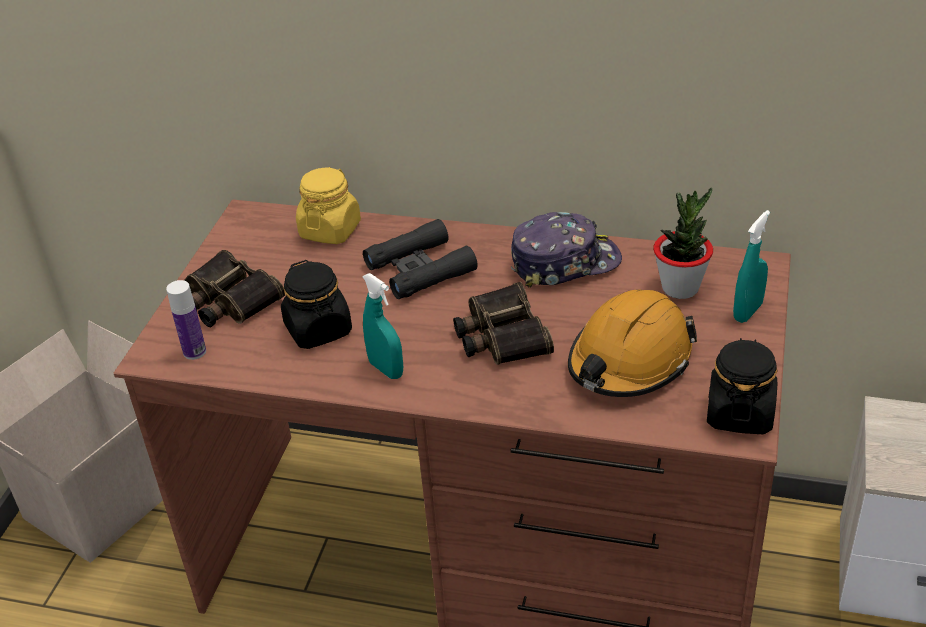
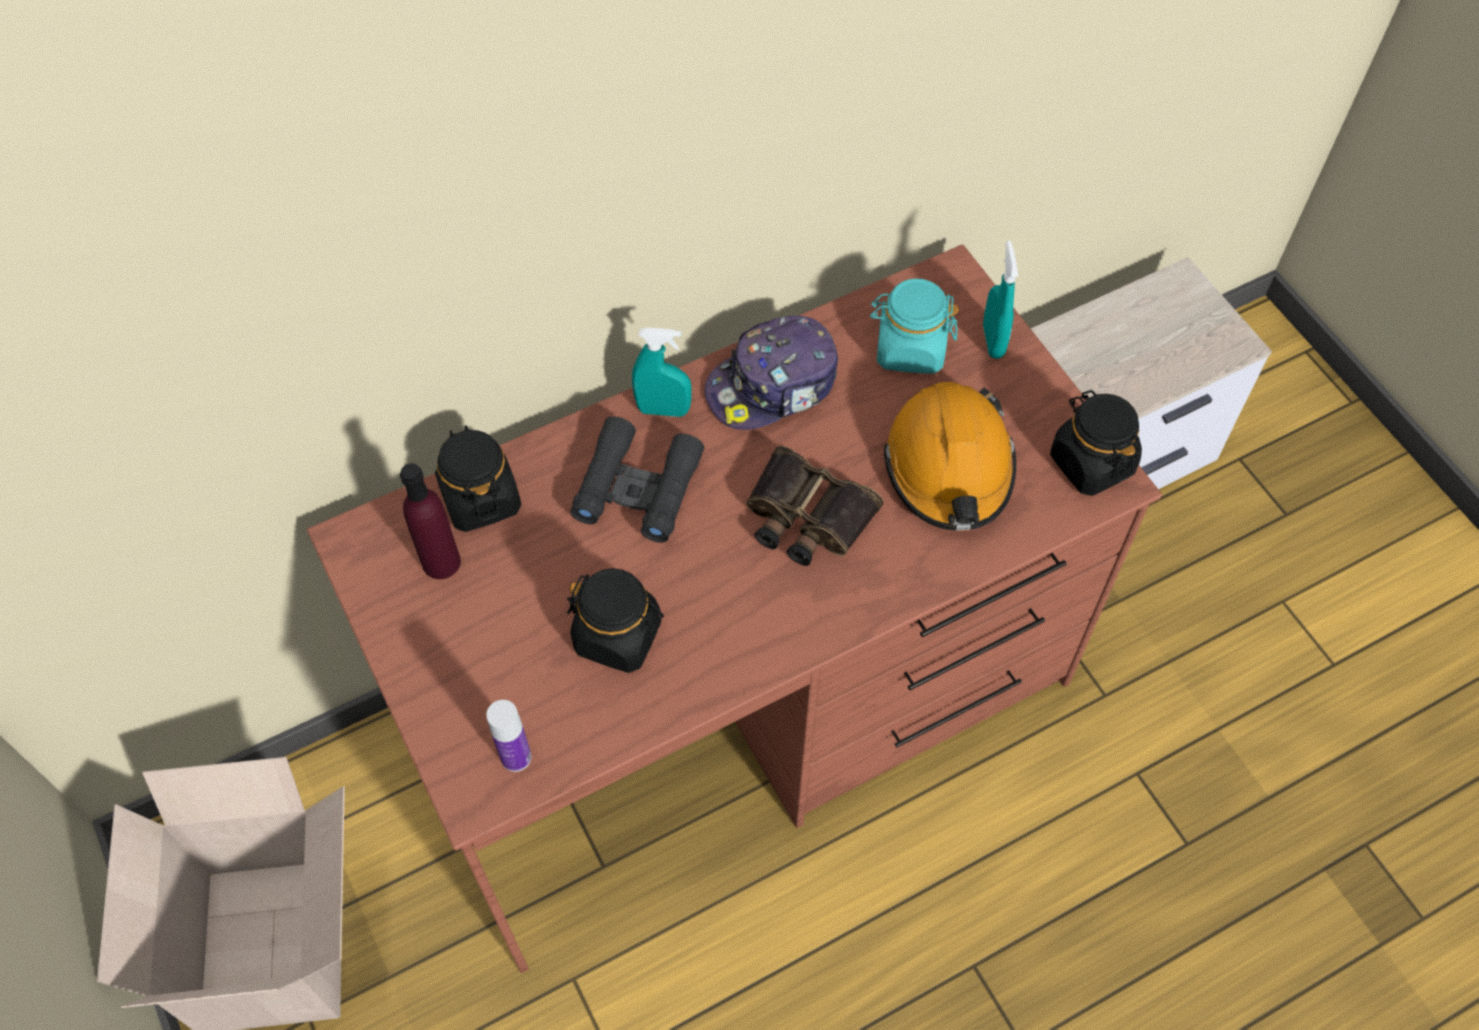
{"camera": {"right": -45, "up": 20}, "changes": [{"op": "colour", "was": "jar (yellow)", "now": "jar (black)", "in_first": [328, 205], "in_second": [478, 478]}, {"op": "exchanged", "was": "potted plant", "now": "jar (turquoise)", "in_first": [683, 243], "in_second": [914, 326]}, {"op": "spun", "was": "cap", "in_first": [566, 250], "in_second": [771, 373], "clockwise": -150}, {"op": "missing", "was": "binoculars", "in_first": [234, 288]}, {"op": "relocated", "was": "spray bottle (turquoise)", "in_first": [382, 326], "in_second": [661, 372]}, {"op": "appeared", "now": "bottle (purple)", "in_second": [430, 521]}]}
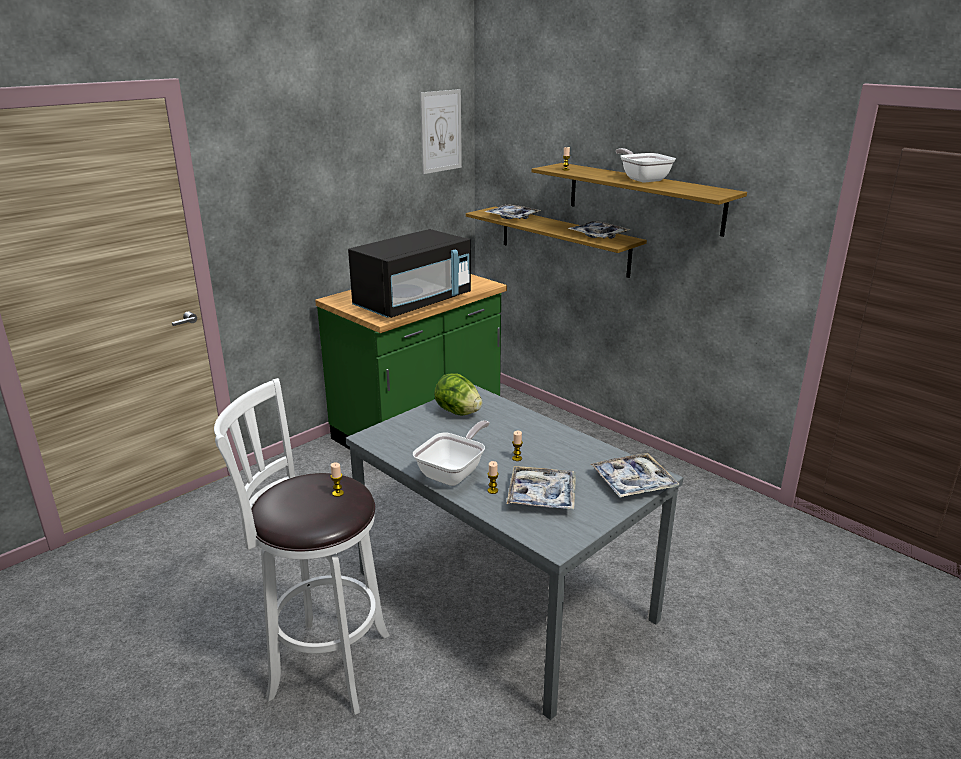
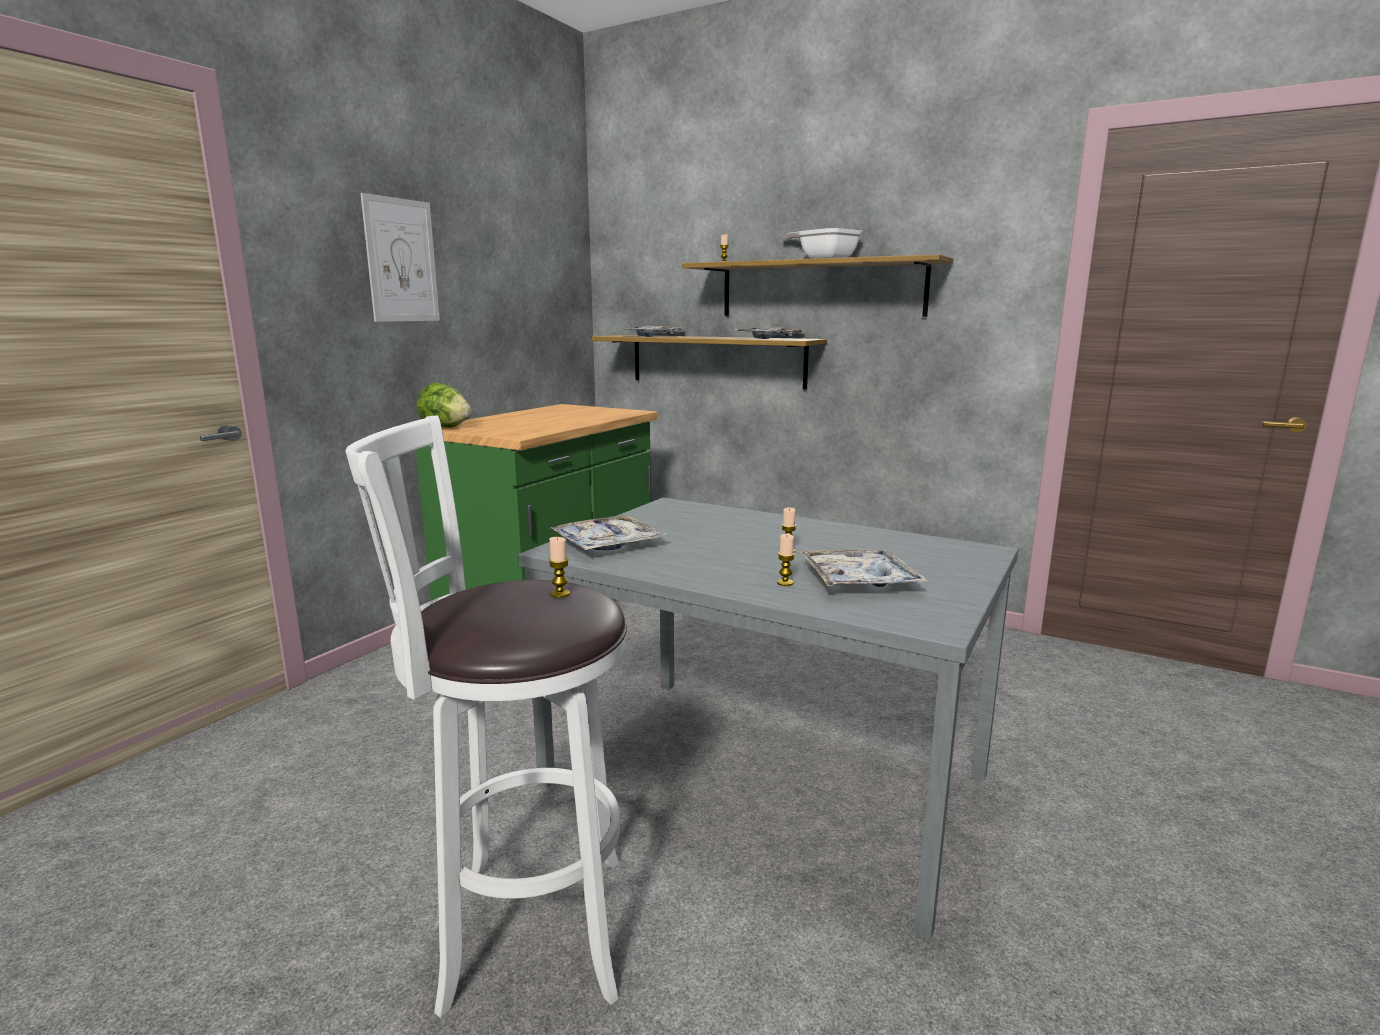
{"camera": {"right": -15, "up": -10}, "changes": [{"op": "relocated", "was": "picture", "in_first": [441, 131], "in_second": [400, 257]}, {"op": "missing", "was": "microwave (black)", "in_first": [409, 273]}, {"op": "relocated", "was": "lettuce", "in_first": [458, 394], "in_second": [444, 405]}, {"op": "missing", "was": "frying pan", "in_first": [451, 453]}, {"op": "relocated", "was": "tray", "in_first": [635, 475], "in_second": [608, 532]}]}
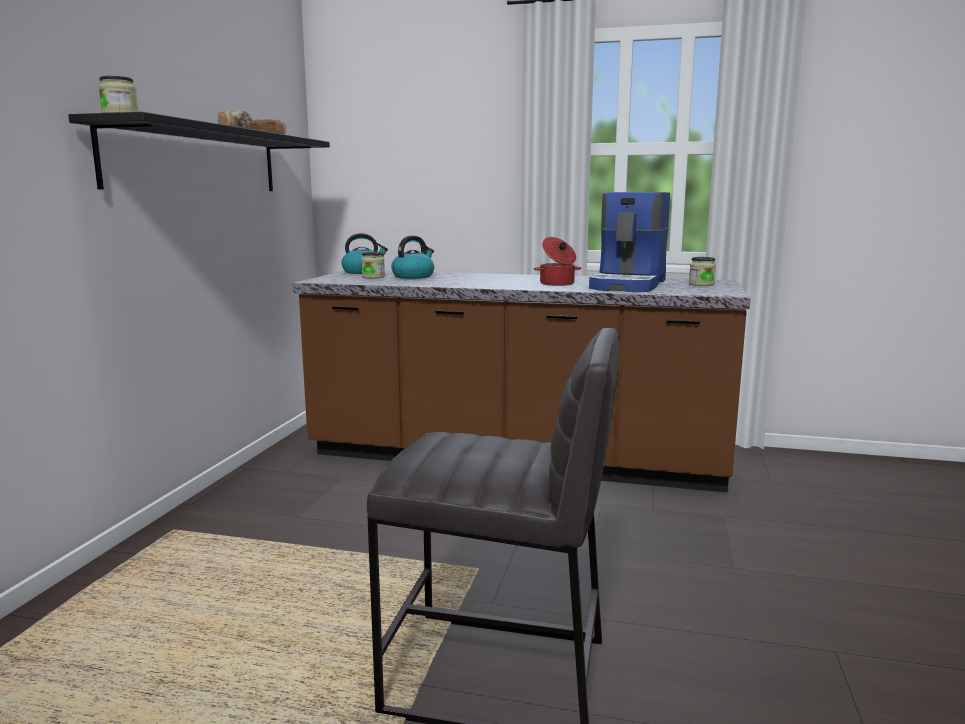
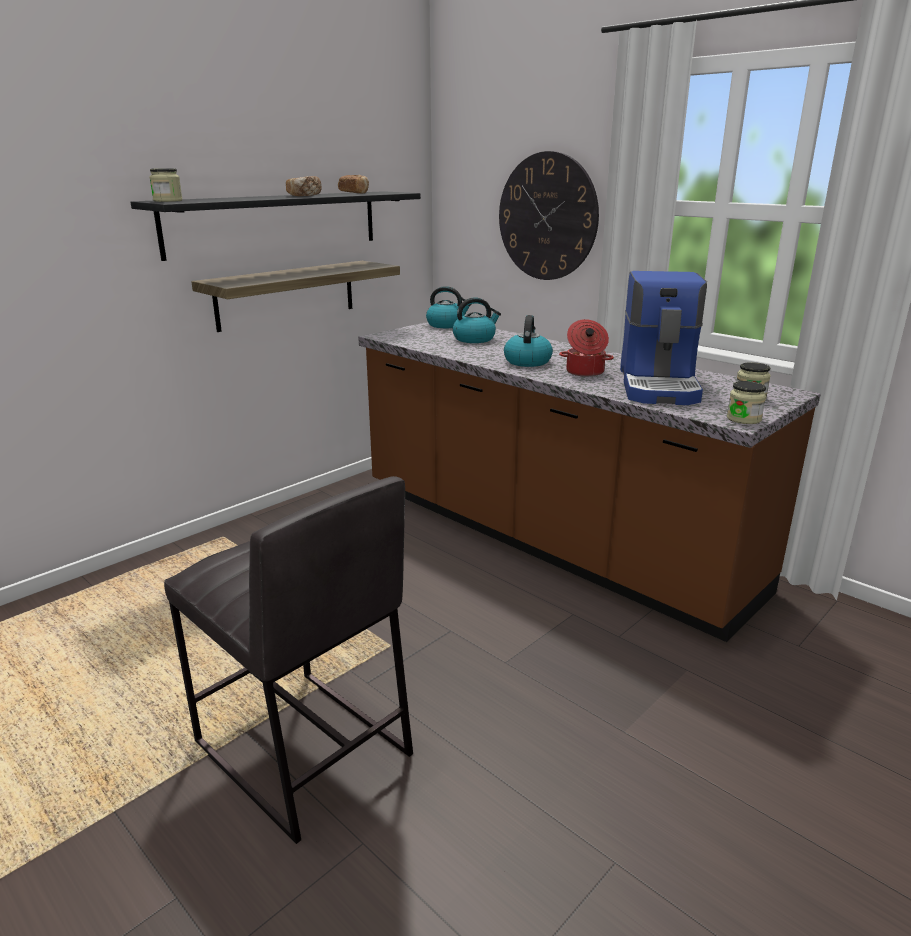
{"camera": {"right": 30, "up": 10}, "changes": [{"op": "spun", "was": "coffee machine", "in_first": [629, 242], "in_second": [663, 338], "clockwise": -45}, {"op": "relocated", "was": "jar", "in_first": [373, 265], "in_second": [746, 402]}, {"op": "appeared", "now": "wall clock", "in_second": [549, 215]}, {"op": "appeared", "now": "shelf", "in_second": [295, 296]}, {"op": "appeared", "now": "kettle", "in_second": [528, 341]}]}
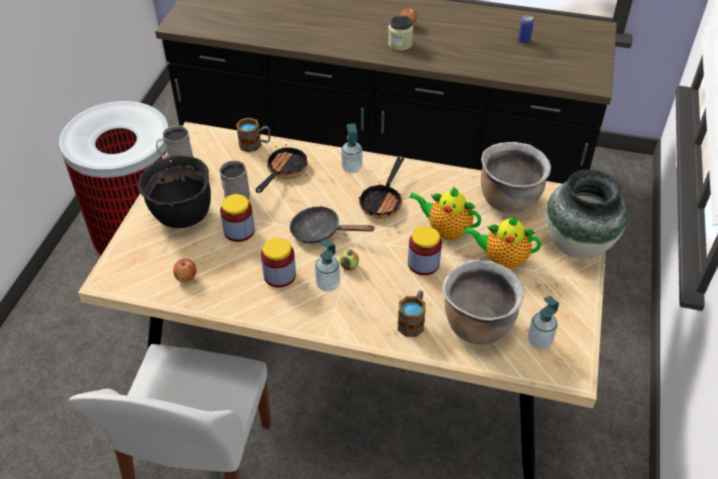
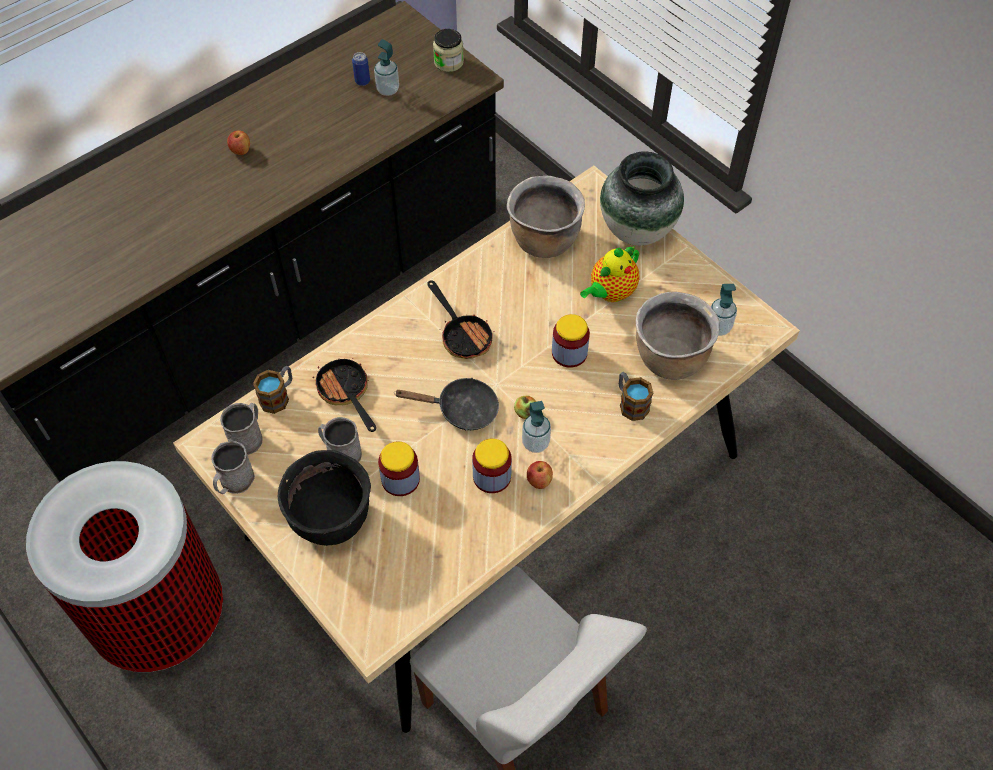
{"camera": {"right": -55, "up": 10}, "changes": [{"op": "relocated", "was": "jar", "in_first": [400, 33], "in_second": [448, 50]}, {"op": "relocated", "was": "soap dispenser", "in_first": [352, 148], "in_second": [386, 67]}, {"op": "missing", "was": "teapot", "in_first": [445, 213]}, {"op": "spun", "was": "frying pan (black)", "in_first": [332, 225], "in_second": [446, 404], "clockwise": -135}, {"op": "relocated", "was": "apple", "in_first": [185, 270], "in_second": [540, 475]}, {"op": "appeared", "now": "mug (grey)", "in_second": [241, 429]}]}
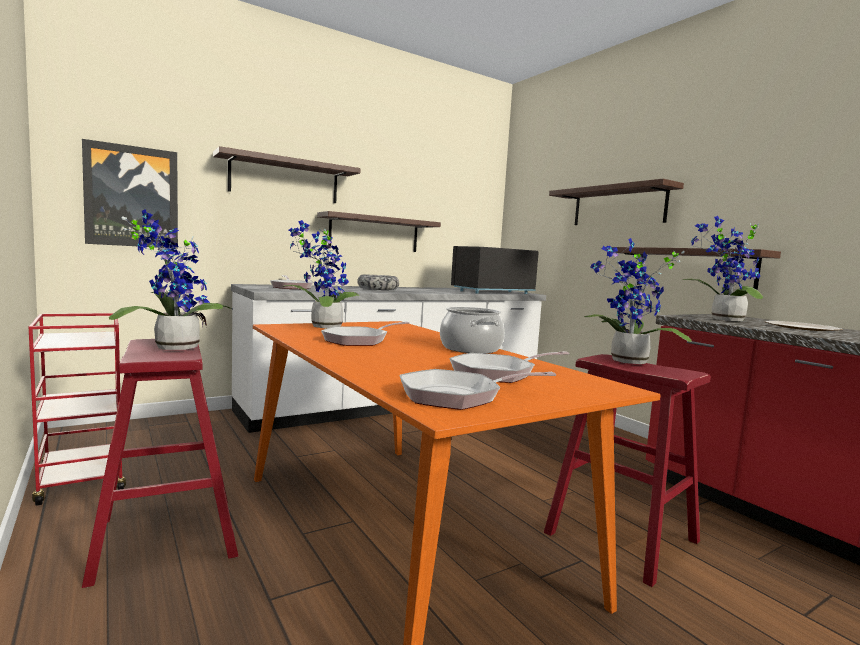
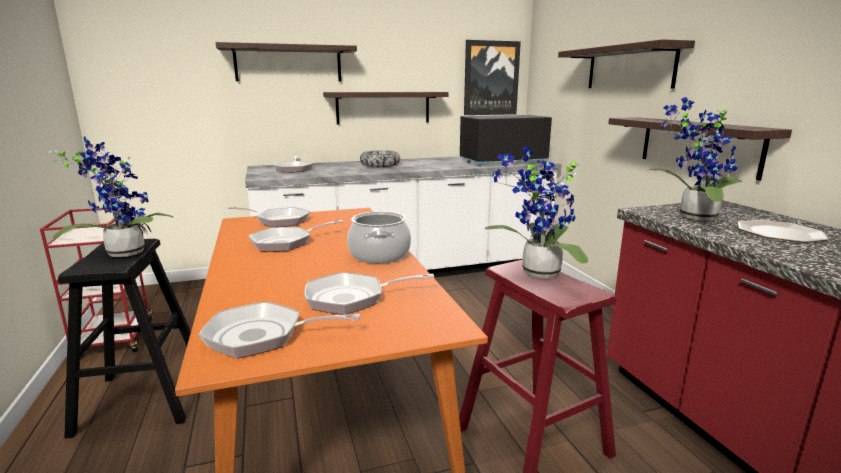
{"camera": {"right": 15, "up": 10}, "changes": [{"op": "relocated", "was": "picture", "in_first": [130, 193], "in_second": [492, 77]}, {"op": "exchanged", "was": "potted plant", "now": "frying pan", "in_first": [321, 274], "in_second": [269, 217]}, {"op": "colour", "was": "stool (red)", "now": "stool (black)", "in_first": [160, 463], "in_second": [124, 339]}]}
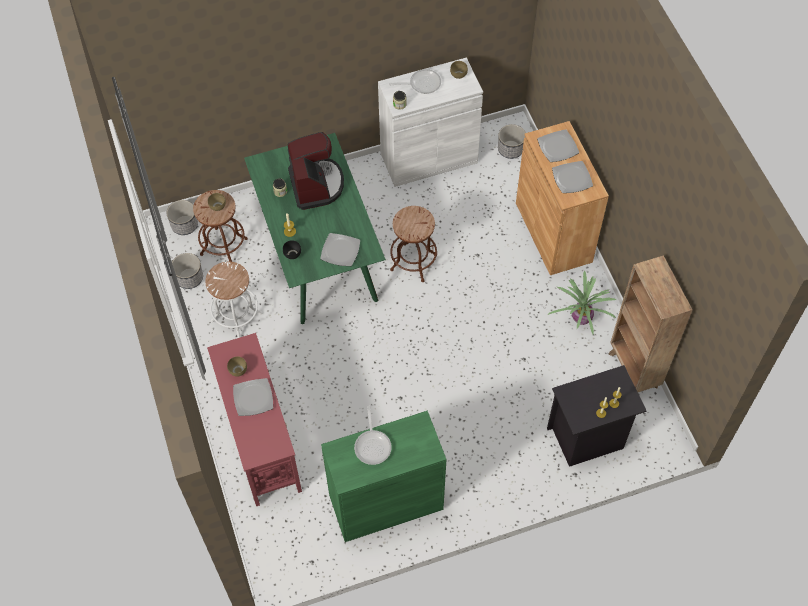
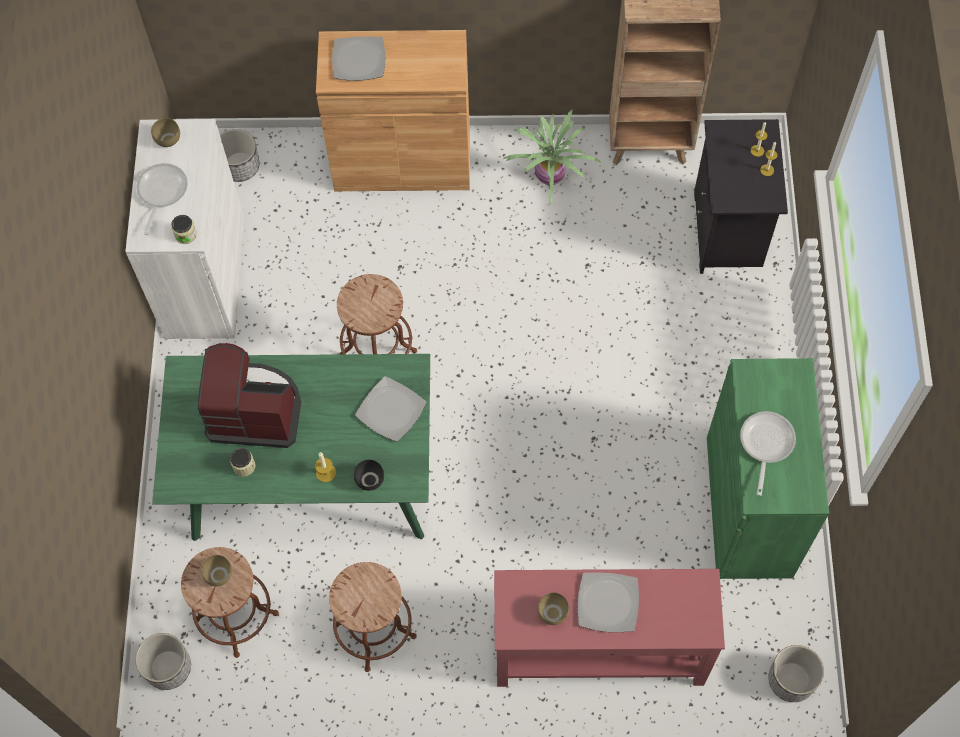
{"camera": {"right": -70, "up": 5}, "changes": [{"op": "missing", "was": "plate", "in_first": [572, 177]}, {"op": "relocated", "was": "planter", "in_first": [187, 271], "in_second": [796, 673]}, {"op": "colour", "was": "stool (white)", "now": "stool (brown)", "in_first": [233, 300], "in_second": [373, 617]}, {"op": "spun", "was": "frying pan", "in_first": [373, 435], "in_second": [768, 453], "clockwise": -90}]}
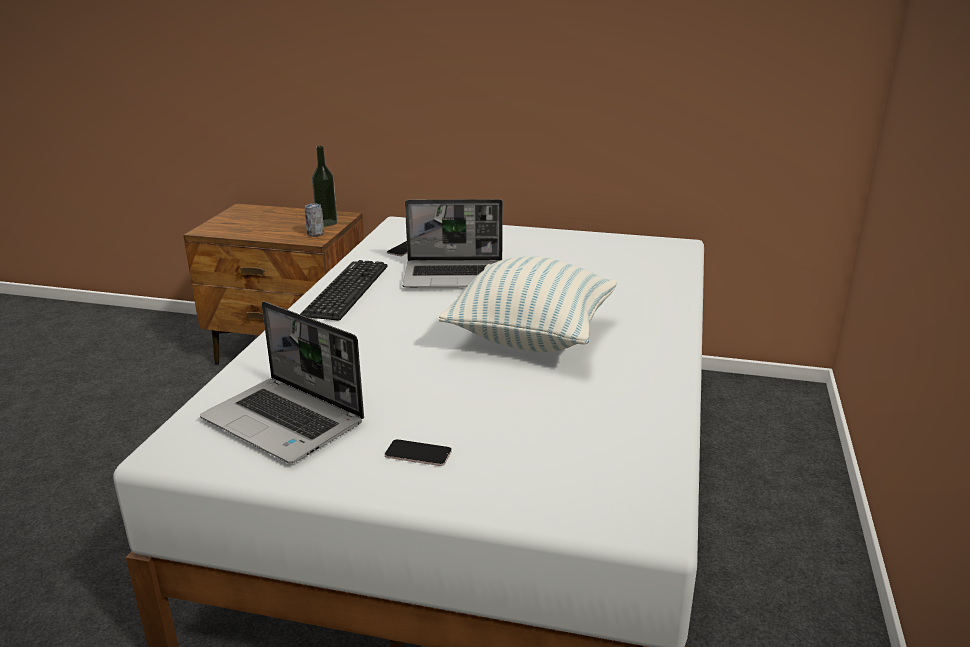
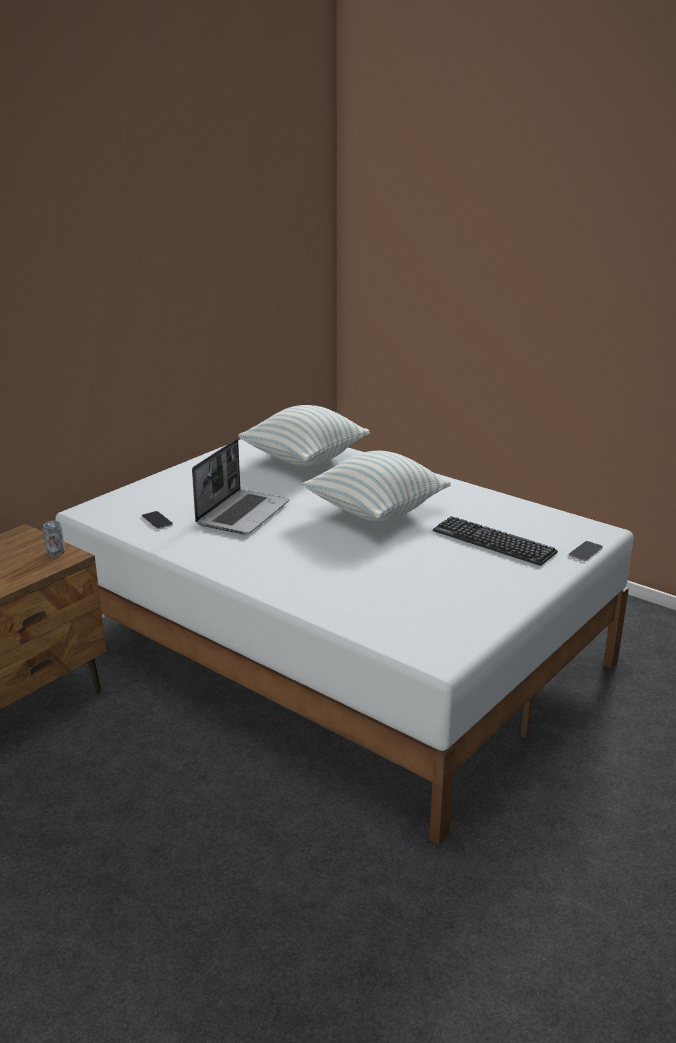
{"camera": {"right": -65, "up": 0}, "changes": [{"op": "missing", "was": "bottle", "in_first": [324, 186]}, {"op": "relocated", "was": "keyboard", "in_first": [344, 290], "in_second": [495, 541]}, {"op": "missing", "was": "laptop", "in_first": [282, 382]}, {"op": "relocated", "was": "phone", "in_first": [418, 452], "in_second": [585, 551]}, {"op": "appeared", "now": "pillow", "in_second": [304, 435]}]}
